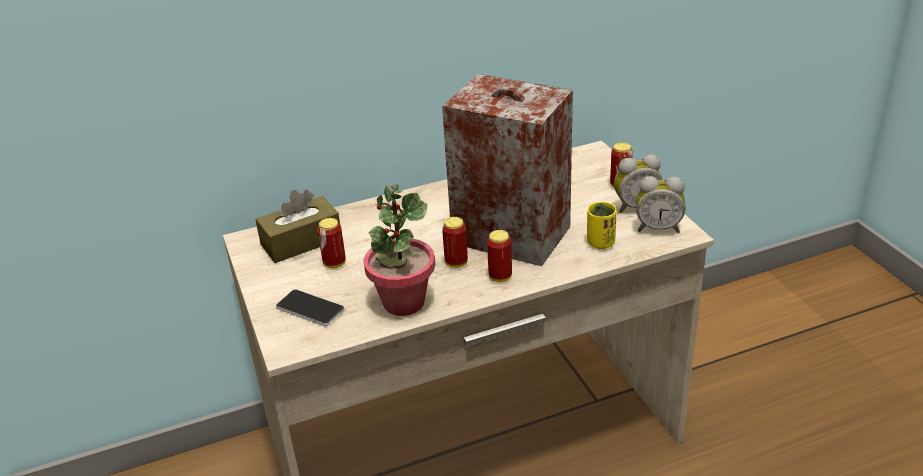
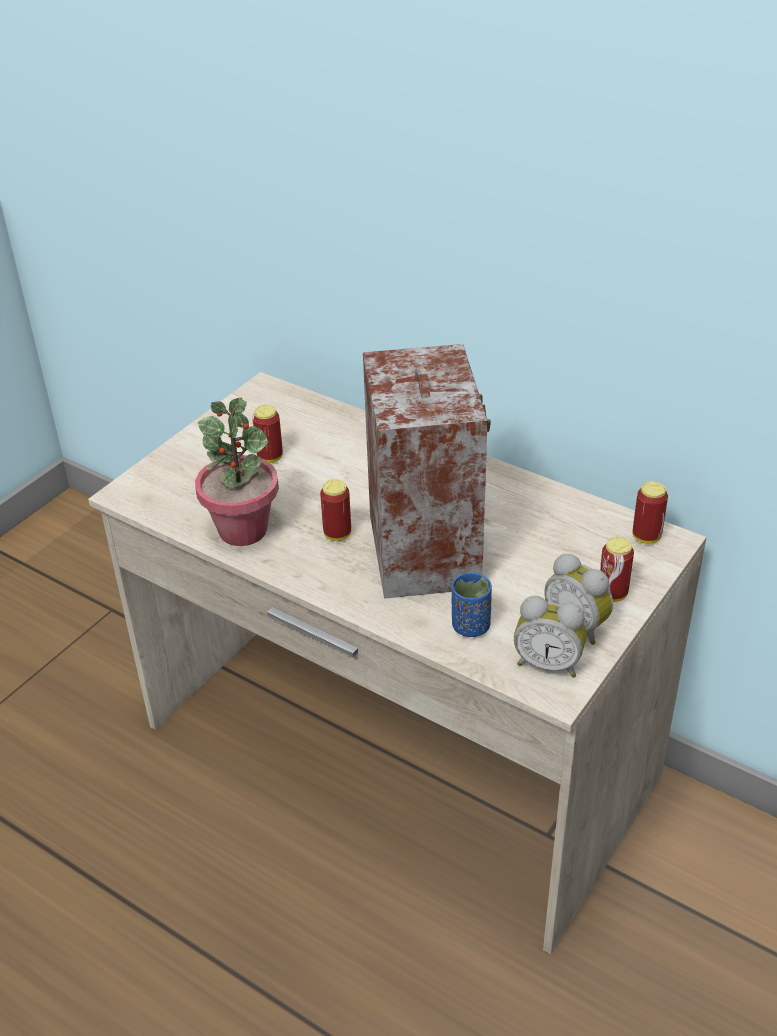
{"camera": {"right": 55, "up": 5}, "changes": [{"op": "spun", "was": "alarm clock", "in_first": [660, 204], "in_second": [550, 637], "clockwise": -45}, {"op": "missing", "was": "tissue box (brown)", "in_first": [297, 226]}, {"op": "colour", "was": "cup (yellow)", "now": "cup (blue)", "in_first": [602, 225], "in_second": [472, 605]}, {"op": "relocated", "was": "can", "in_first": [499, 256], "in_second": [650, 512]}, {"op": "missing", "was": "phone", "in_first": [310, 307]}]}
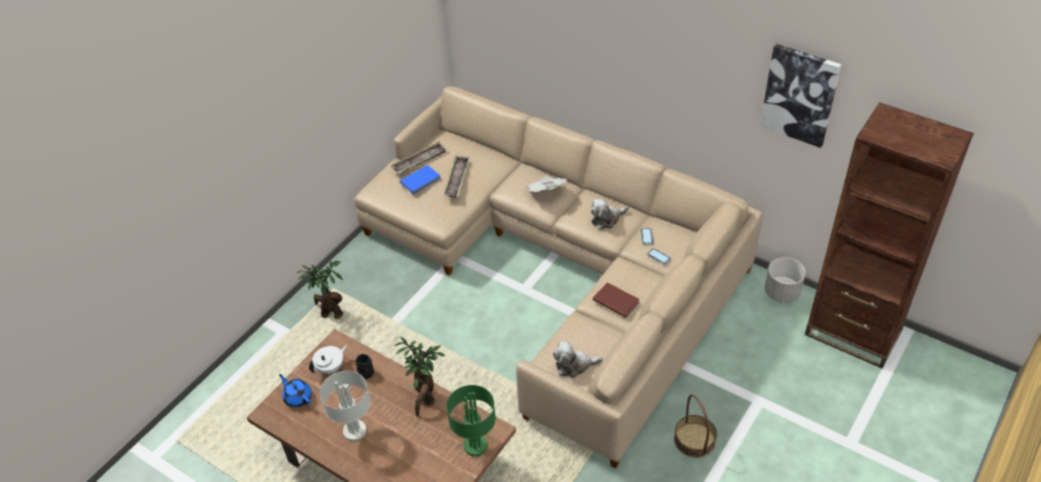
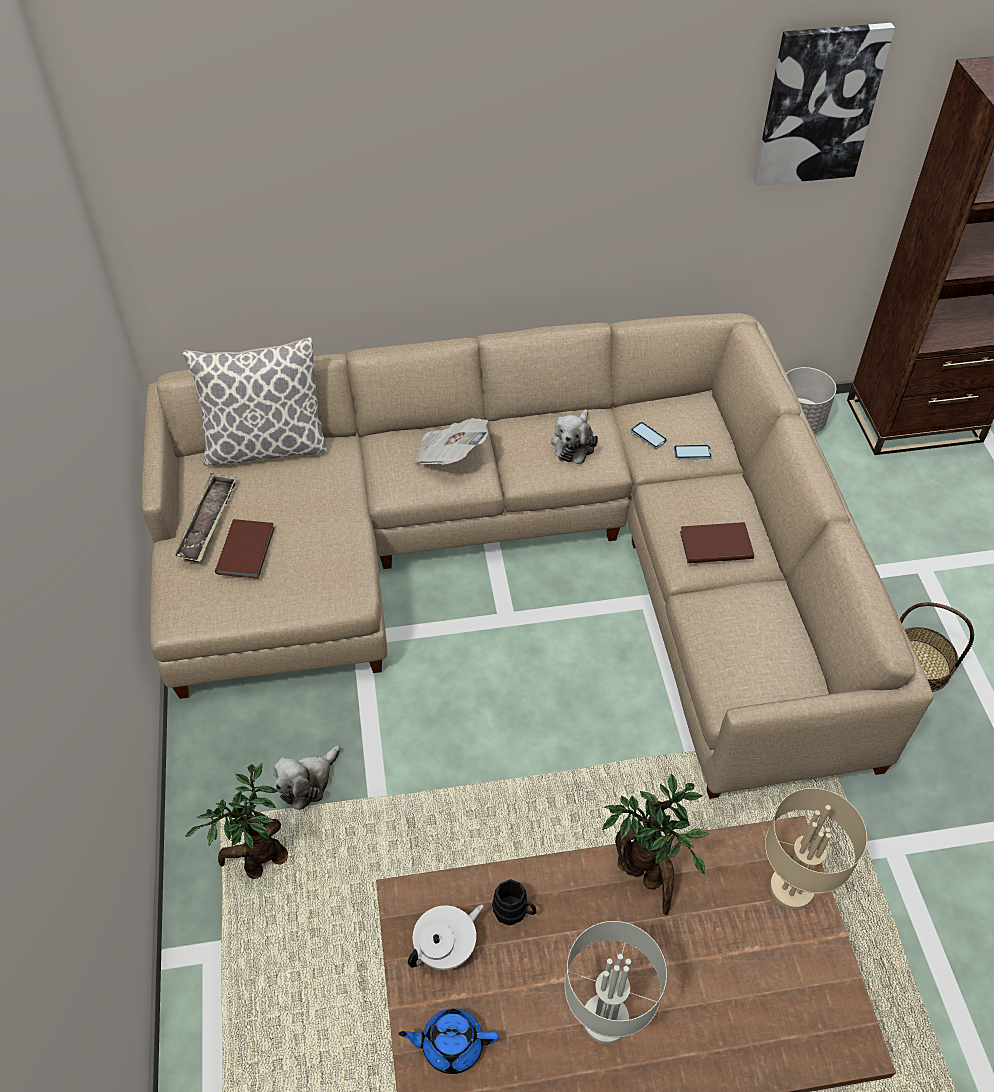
{"camera": {"right": -45, "up": 5}, "changes": [{"op": "missing", "was": "tray", "in_first": [456, 176]}, {"op": "colour", "was": "book (blue)", "now": "book (brown)", "in_first": [420, 179], "in_second": [245, 549]}, {"op": "relocated", "was": "plush toy", "in_first": [578, 359], "in_second": [307, 778]}, {"op": "spun", "was": "teapot (white)", "in_first": [328, 359], "in_second": [445, 937], "clockwise": 45}, {"op": "colour", "was": "table lamp (green)", "now": "table lamp (beige)", "in_first": [471, 420], "in_second": [816, 848]}, {"op": "appeared", "now": "pillow", "in_second": [255, 401]}]}
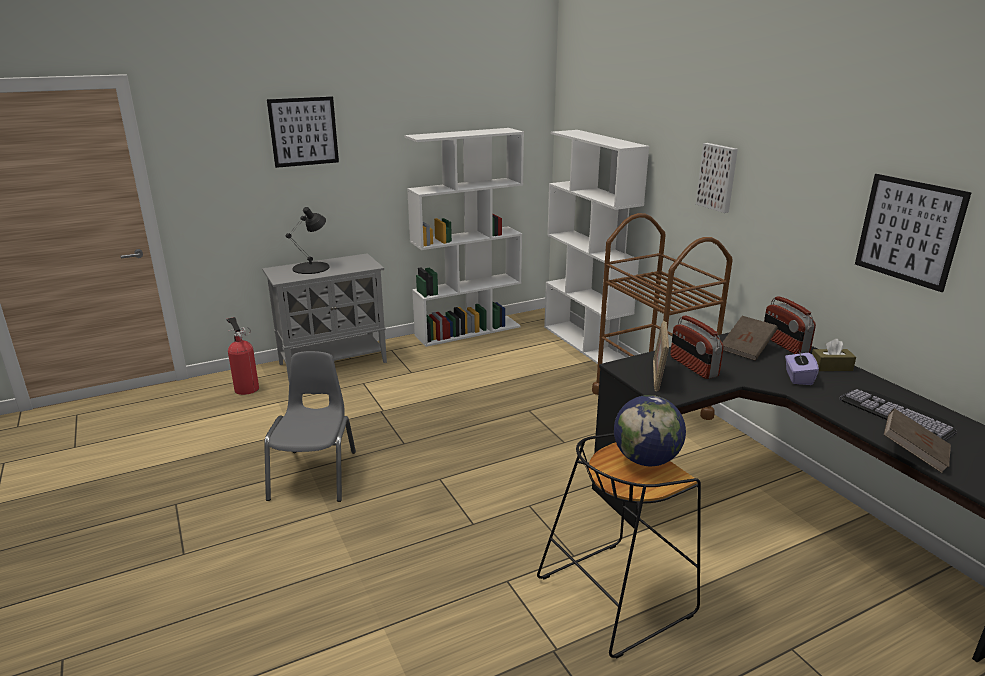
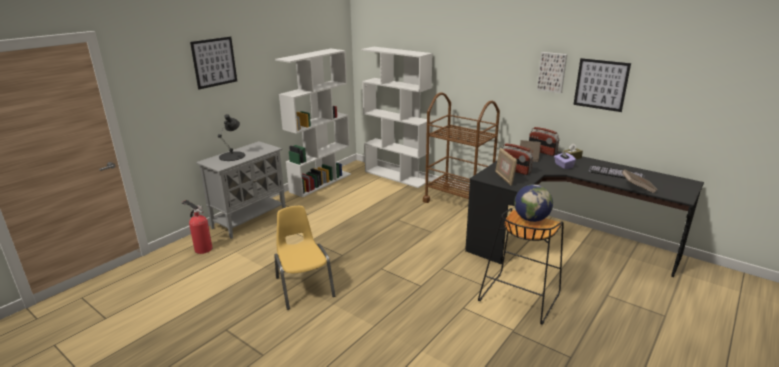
{"camera": {"right": -25, "up": 0}, "changes": [{"op": "relocated", "was": "picture", "in_first": [717, 178], "in_second": [552, 72]}, {"op": "colour", "was": "chair (grey)", "now": "chair (yellow)", "in_first": [310, 426], "in_second": [304, 258]}]}
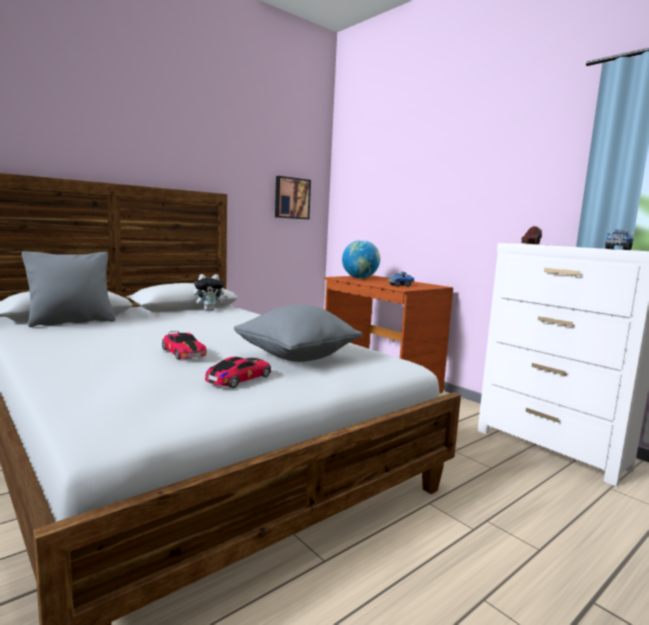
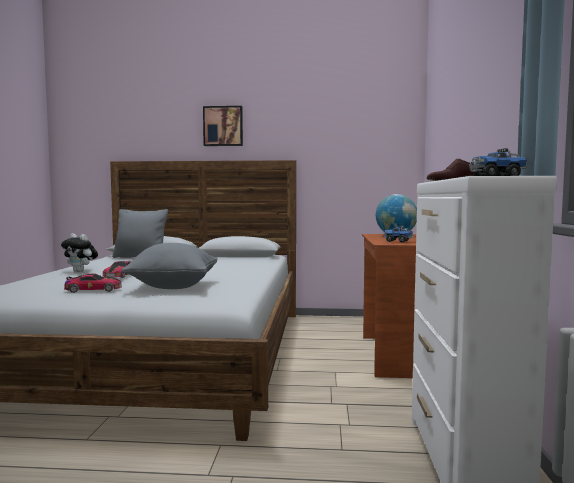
{"camera": {"right": 45, "up": -5}, "changes": [{"op": "relocated", "was": "picture", "in_first": [293, 197], "in_second": [223, 126]}, {"op": "relocated", "was": "plush toy", "in_first": [211, 292], "in_second": [79, 252]}]}
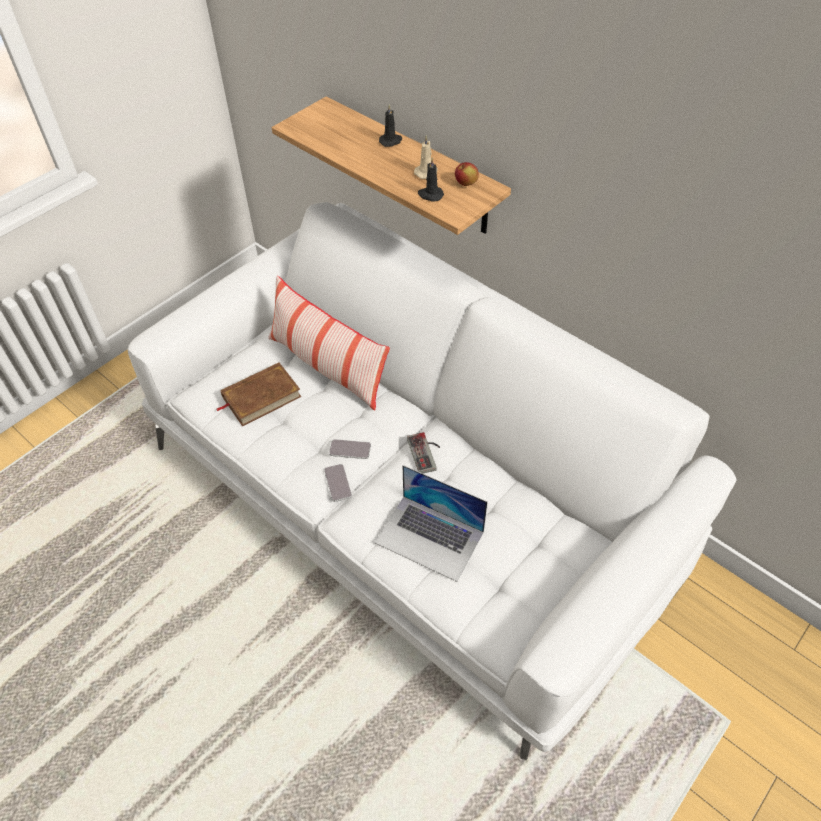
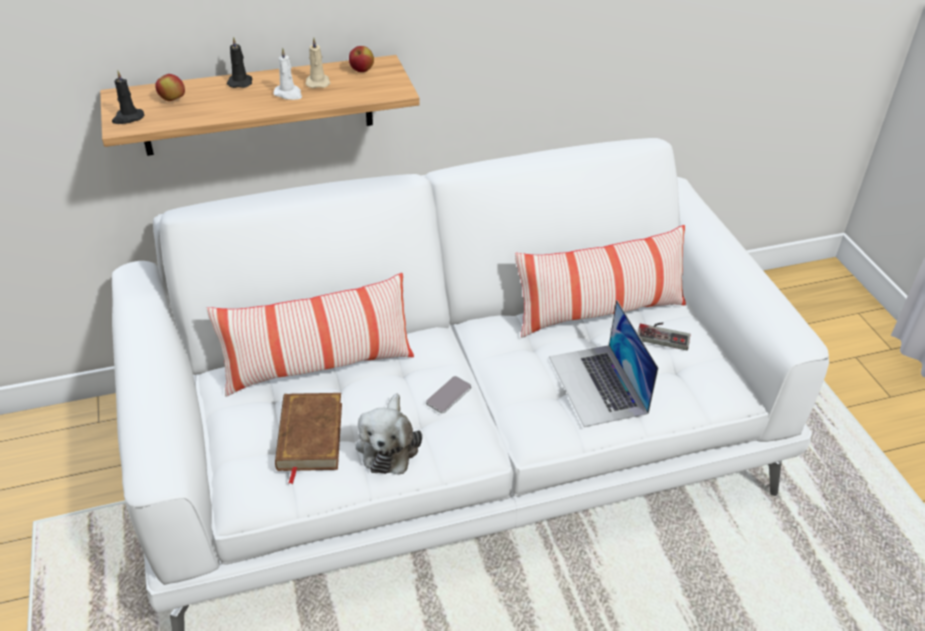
{"camera": {"right": -60, "up": -10}, "changes": [{"op": "relocated", "was": "candle (black)", "in_first": [431, 180], "in_second": [128, 97]}, {"op": "relocated", "was": "game controller", "in_first": [423, 452], "in_second": [664, 336]}, {"op": "missing", "was": "phone", "in_first": [338, 483]}, {"op": "spun", "was": "laptop", "in_first": [431, 523], "in_second": [604, 363], "clockwise": 105}, {"op": "appeared", "now": "candle (white)", "in_second": [287, 74]}, {"op": "appeared", "now": "apple", "in_second": [170, 87]}, {"op": "appeared", "now": "pillow", "in_second": [600, 281]}, {"op": "appeared", "now": "plush toy", "in_second": [389, 433]}]}
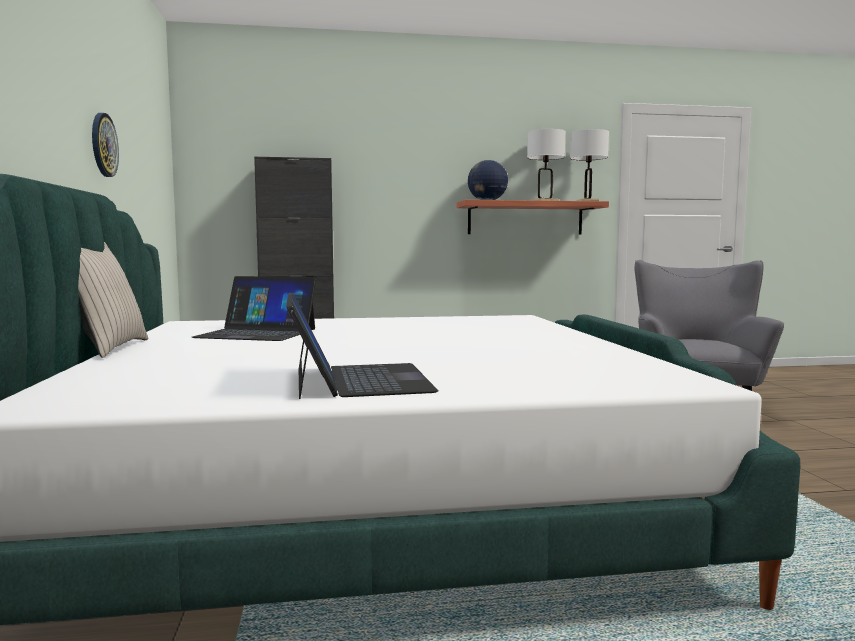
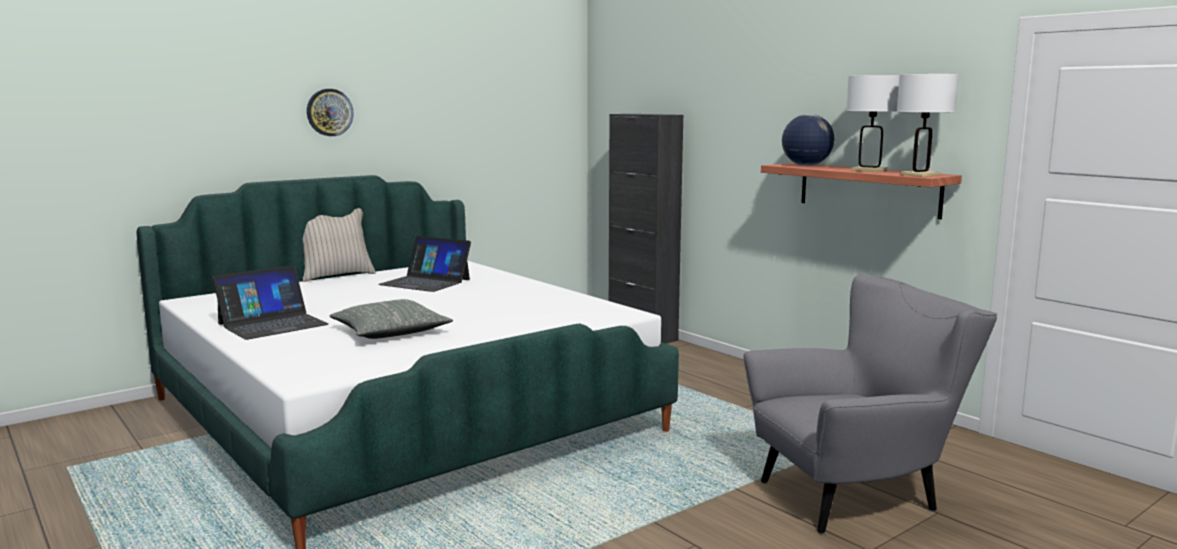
{"camera": {"right": 60, "up": 5}, "changes": [{"op": "relocated", "was": "wall clock", "in_first": [105, 145], "in_second": [330, 112]}, {"op": "spun", "was": "laptop", "in_first": [254, 308], "in_second": [424, 264], "clockwise": -45}, {"op": "appeared", "now": "pillow (grey)", "in_second": [391, 319]}]}
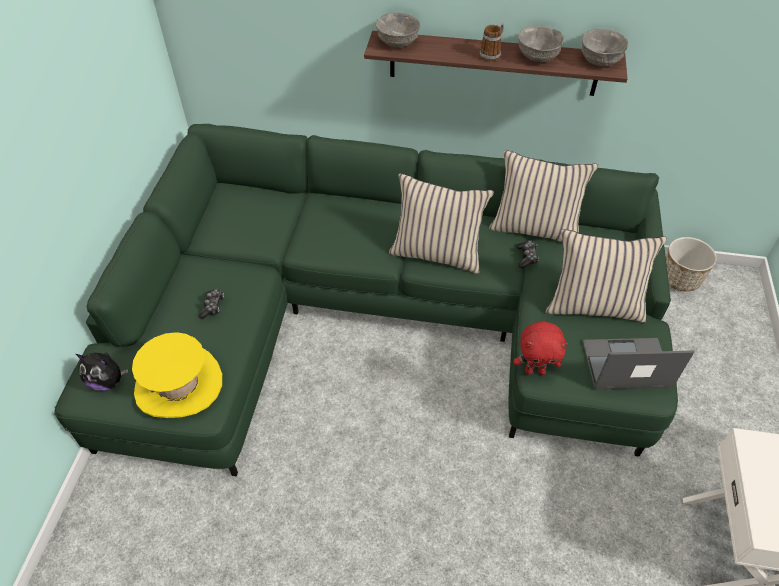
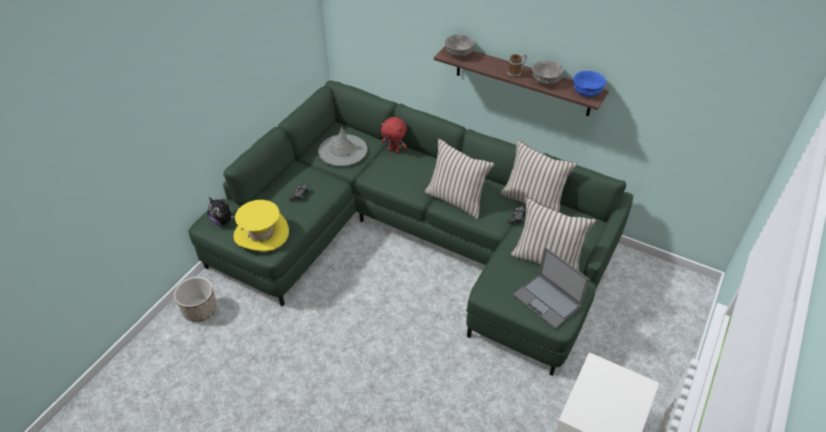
{"camera": {"right": 20, "up": -5}, "changes": [{"op": "colour", "was": "bowl (grey)", "now": "bowl (blue)", "in_first": [605, 47], "in_second": [590, 84]}, {"op": "relocated", "was": "planter", "in_first": [691, 264], "in_second": [195, 299]}, {"op": "relocated", "was": "plush toy (red)", "in_first": [541, 348], "in_second": [394, 135]}, {"op": "spun", "was": "laptop", "in_first": [638, 363], "in_second": [551, 288], "clockwise": -150}, {"op": "appeared", "now": "hat (grey)", "in_second": [342, 146]}]}
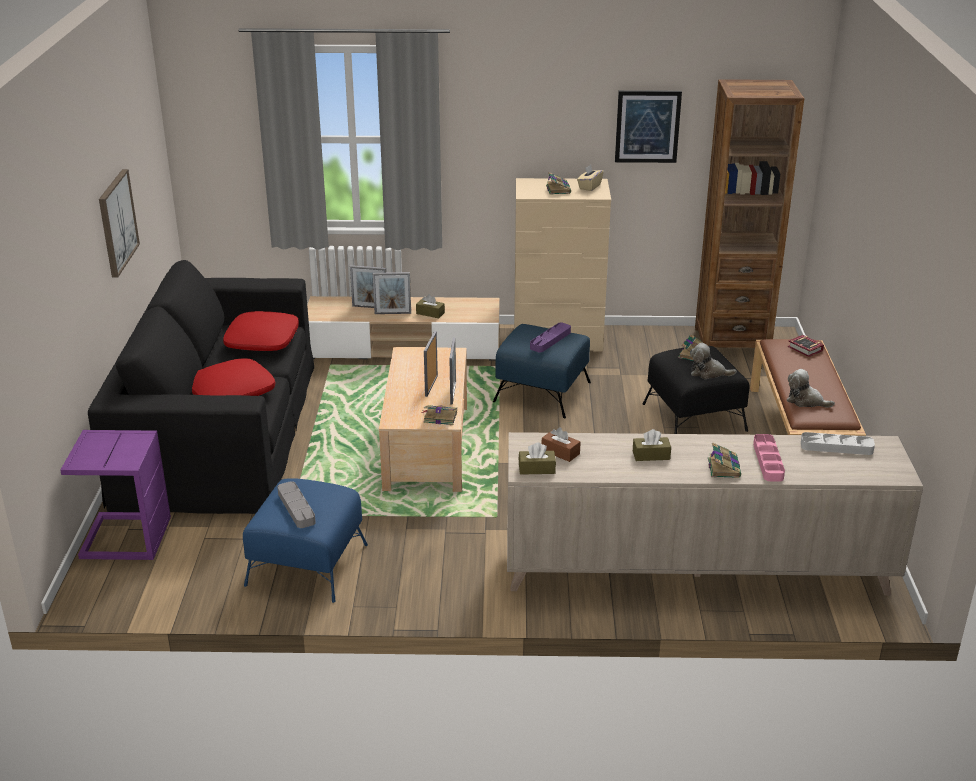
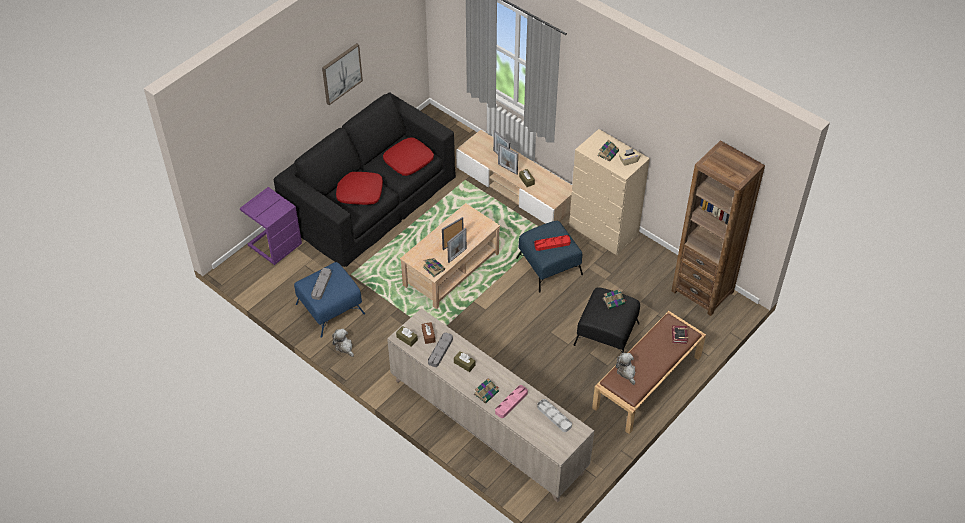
{"camera": {"right": 40, "up": 20}, "changes": [{"op": "missing", "was": "picture", "in_first": [648, 126]}, {"op": "colour", "was": "tray (purple)", "now": "tray (red)", "in_first": [550, 337], "in_second": [552, 243]}, {"op": "relocated", "was": "plush toy", "in_first": [713, 361], "in_second": [343, 343]}, {"op": "appeared", "now": "tray (grey)", "in_second": [440, 349]}]}
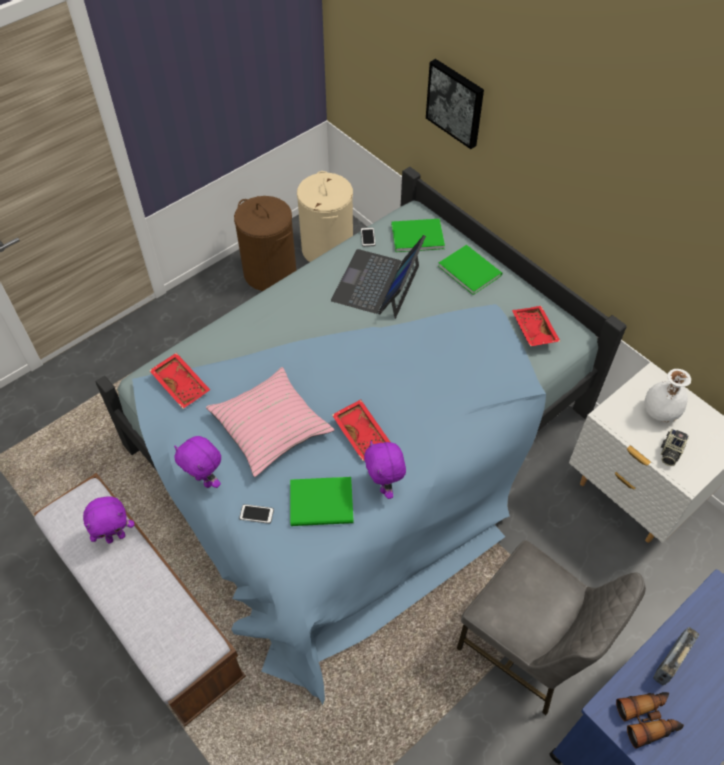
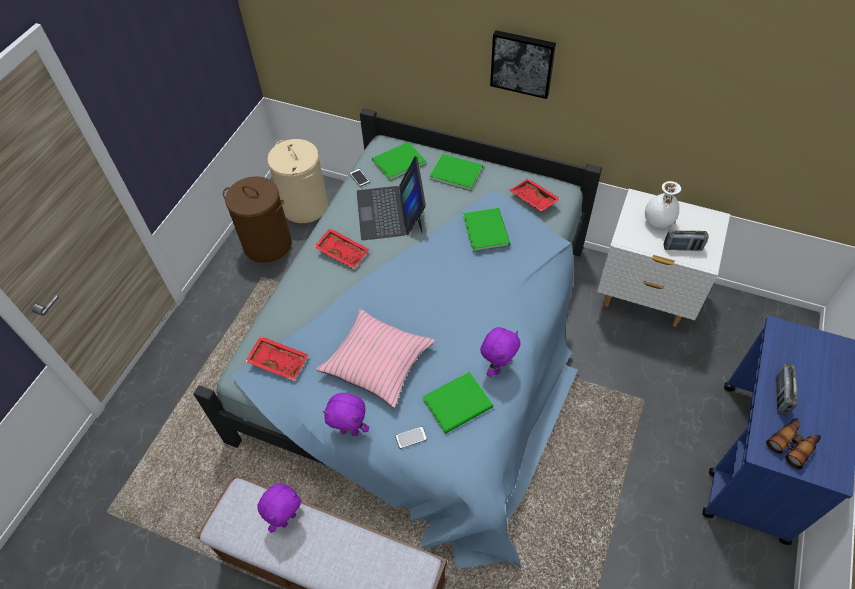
{"camera": {"right": -25, "up": 0}, "changes": [{"op": "relocated", "was": "picture", "in_first": [455, 104], "in_second": [523, 64]}, {"op": "relocated", "was": "tray (red)", "in_first": [361, 430], "in_second": [341, 248]}, {"op": "exchanged", "was": "photo camera", "now": "radio", "in_first": [675, 447], "in_second": [686, 240]}, {"op": "spun", "was": "plush toy (purple)", "in_first": [385, 470], "in_second": [500, 352], "clockwise": -105}, {"op": "missing", "was": "chair (grey)", "in_first": [551, 627]}, {"op": "appeared", "now": "book (green)", "in_second": [486, 230]}]}
